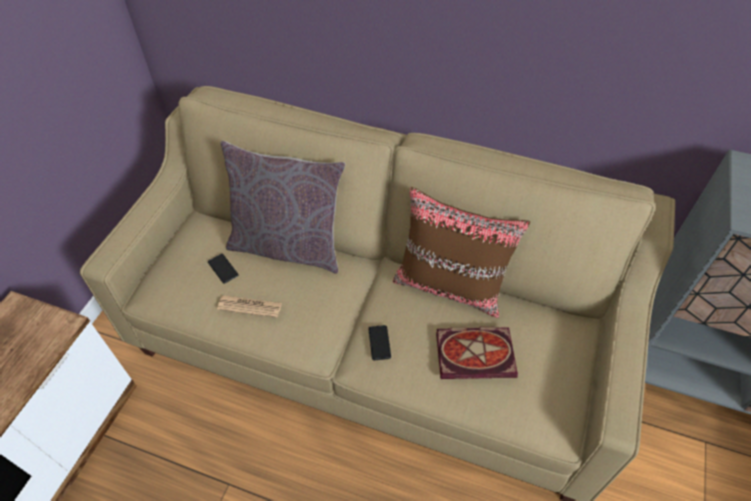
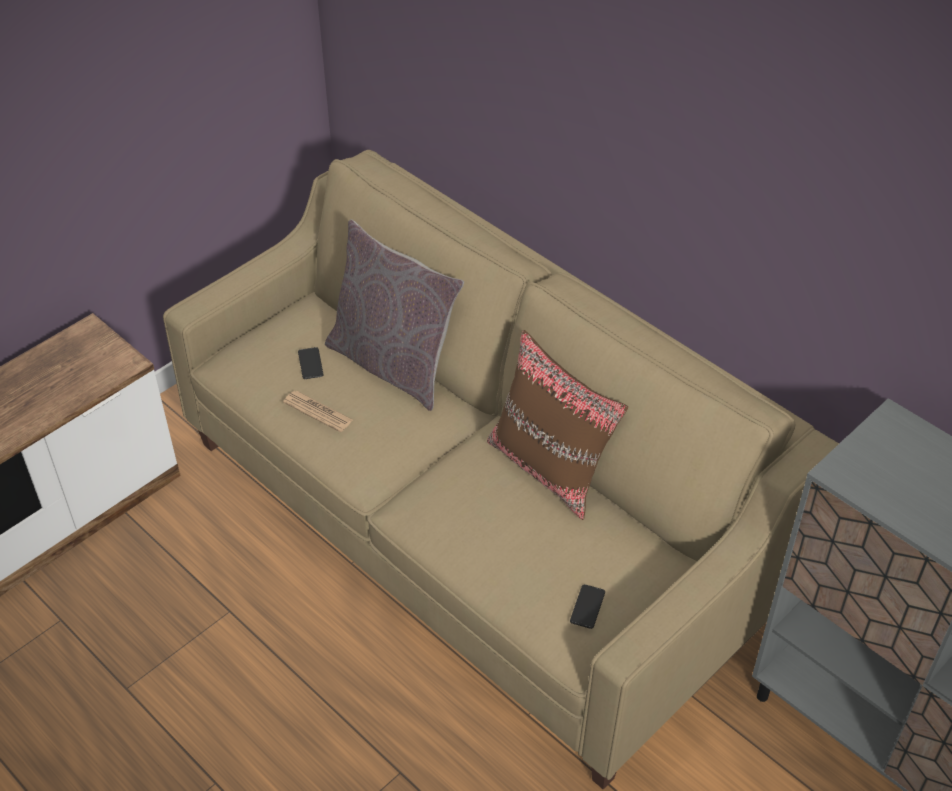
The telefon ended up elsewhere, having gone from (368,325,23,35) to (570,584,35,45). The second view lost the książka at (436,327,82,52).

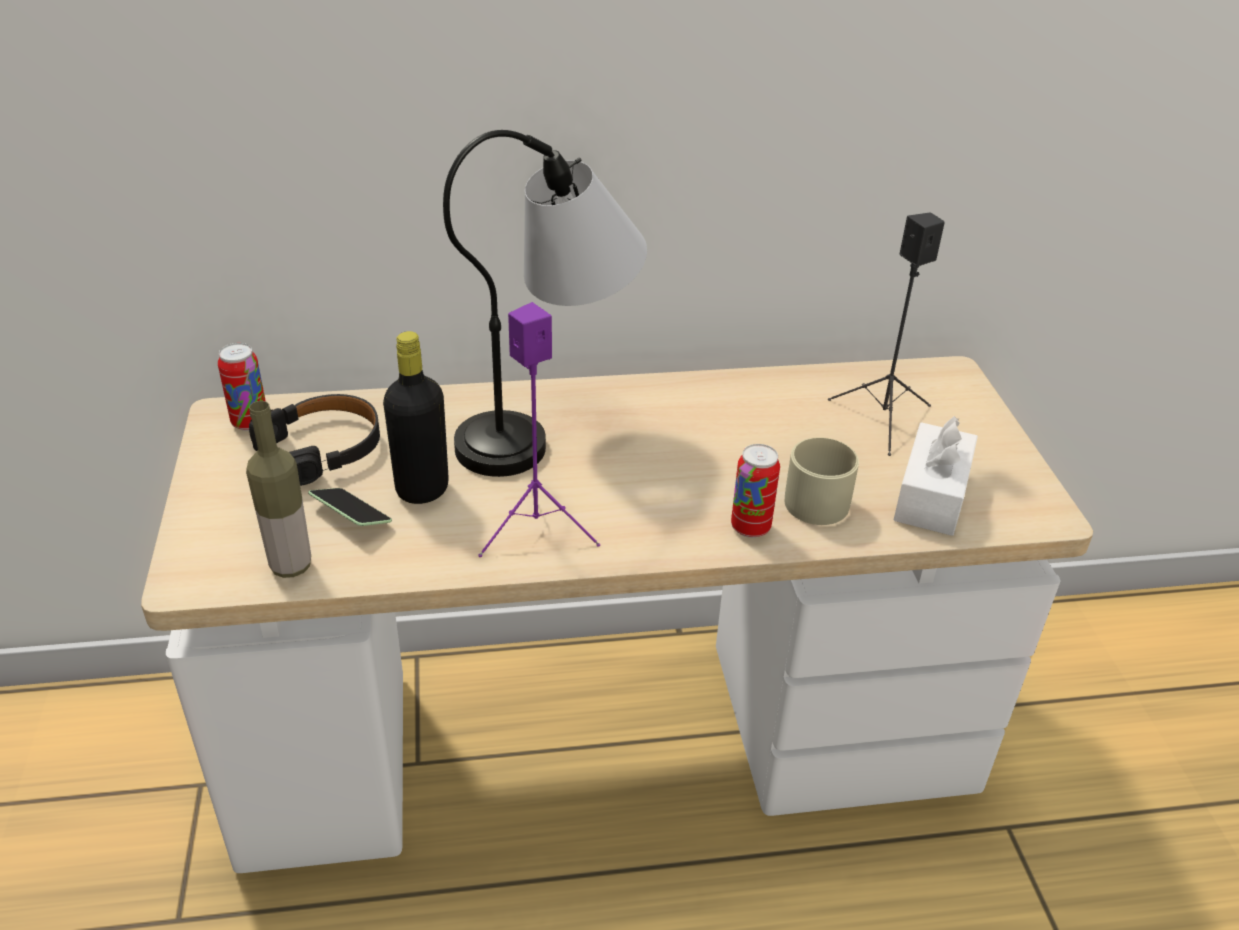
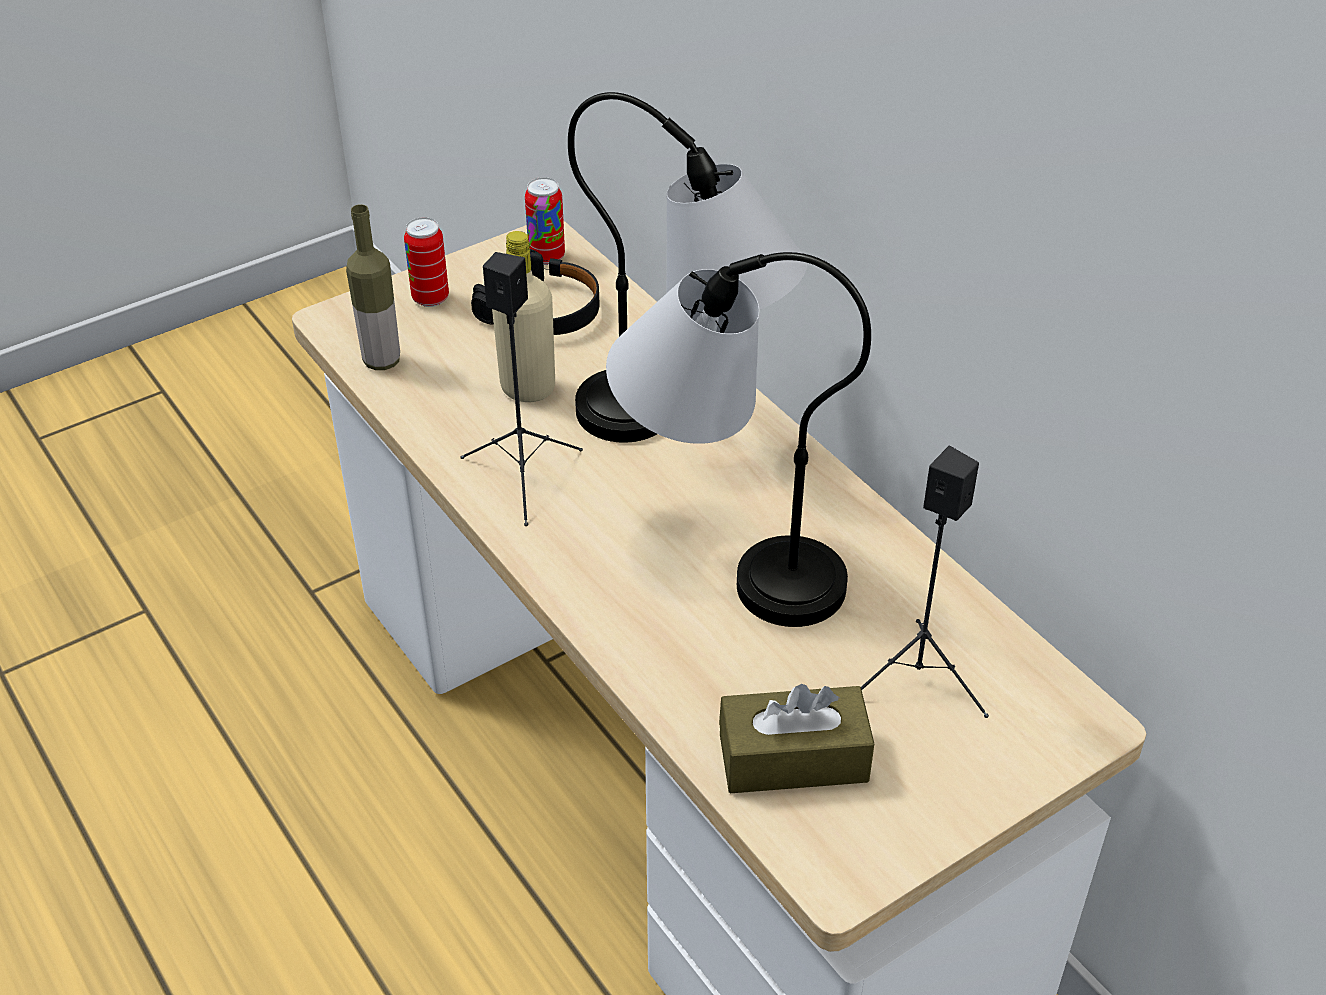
The puszka ended up elsewhere, having gone from (731,444,49,94) to (404,217,45,90). What was the głośnik/fioletowy at (478,302,122,255) turned into the głośnik/czarny at (461,252,122,274). What was the butelka/czarny at (383,331,66,173) turned into the butelka/beżowy at (492,231,63,171). The second view gained the lampa stołowa at (606,252,265,375). What was the pudełko chusteczek/biały at (894,416,84,120) turned into the pudełko chusteczek/brązowy at (719,684,155,109). The second view lost the telefon at (308,488,84,38). The second view lost the kubek/beżowy at (785,438,74,87).

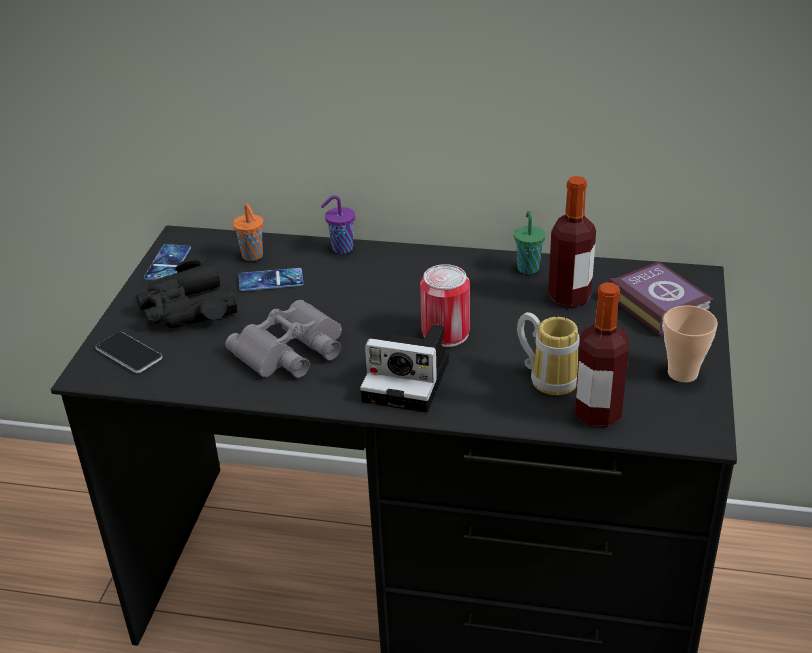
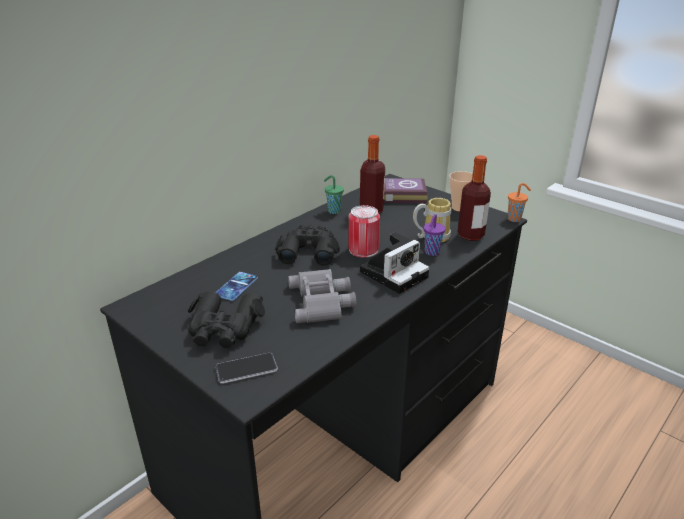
The second view gained the lornetka/czarny at (275,225,65,41). The filiżanka/fioletowy ended up elsewhere, having gone from (321,195,34,59) to (424,214,21,42). The filiżanka/pomarańczowy ended up elsewhere, having gone from (233,203,31,58) to (507,183,24,39). The second view lost the telefon at (144,244,47,36).

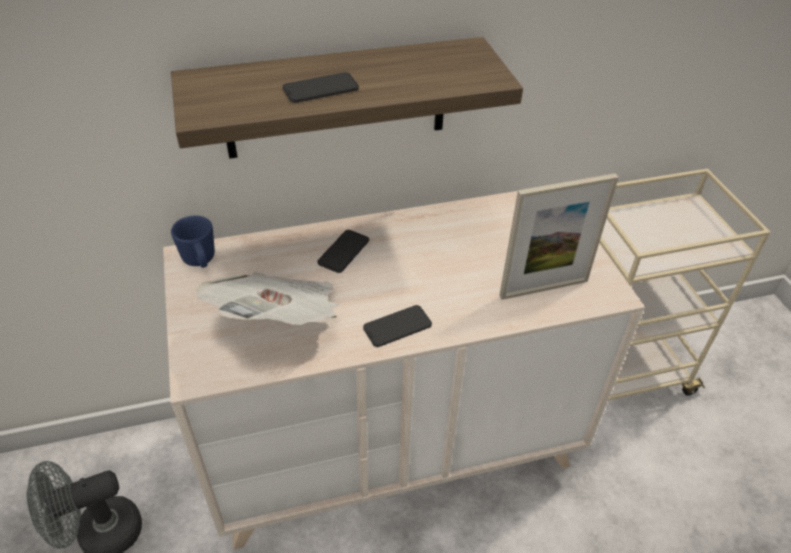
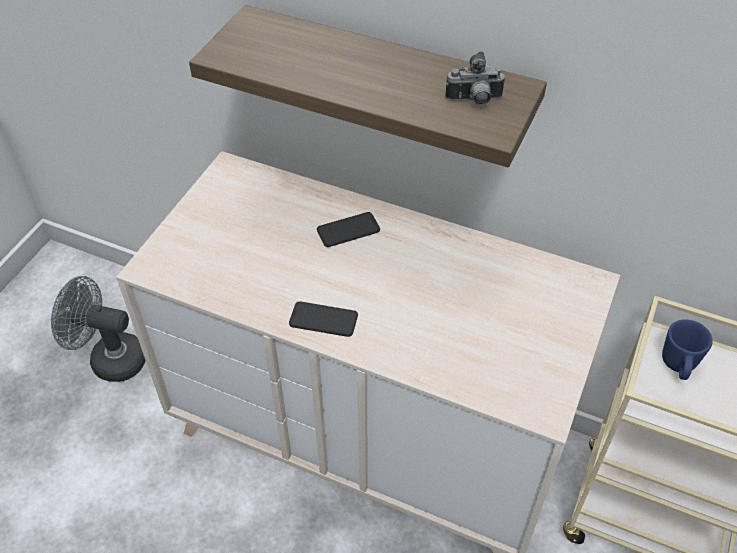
The second view gained the aparat fotograficzny at (445,51,61,54). The kubek/niebieski ended up elsewhere, having gone from (171,216,44,52) to (662,319,51,61). The second view lost the gazeta at (196,272,143,53). The second view lost the telefon at (283,72,76,31). The second view lost the ramka na zdjęcie at (499,173,120,127).

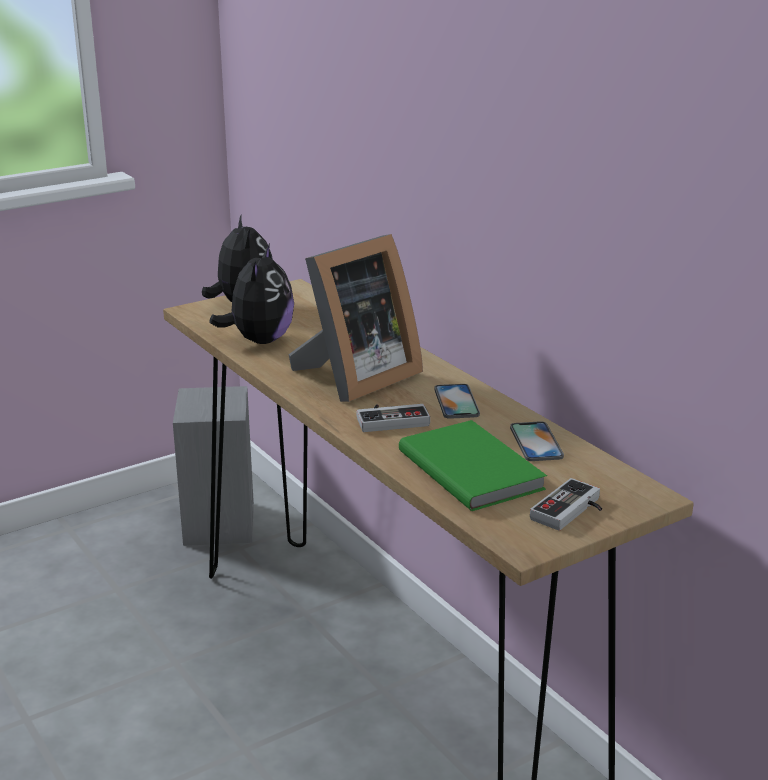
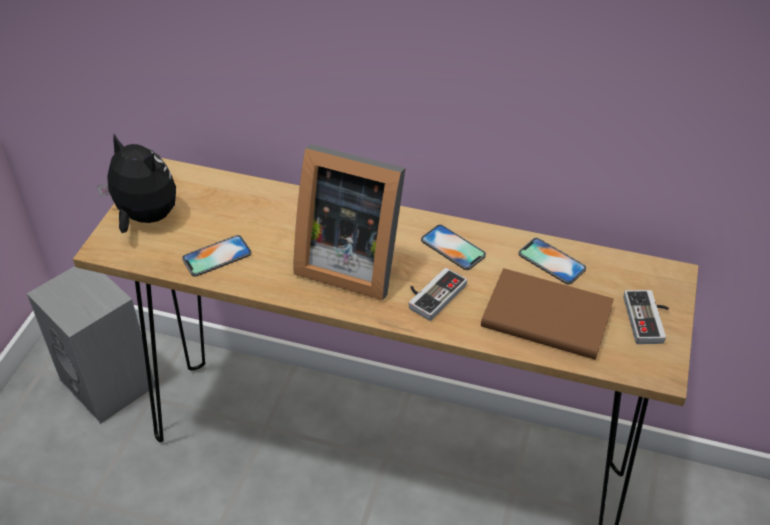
Where the pluszak stood at (209,243,85,101), the telefon came to stand at (182,235,69,42). The ramka na zdjęcie at (288,234,135,168) ended up facing another way, 105 degrees clockwise from before. What was the książka/zielony at (399,420,148,91) turned into the książka/brązowy at (481,268,133,92).

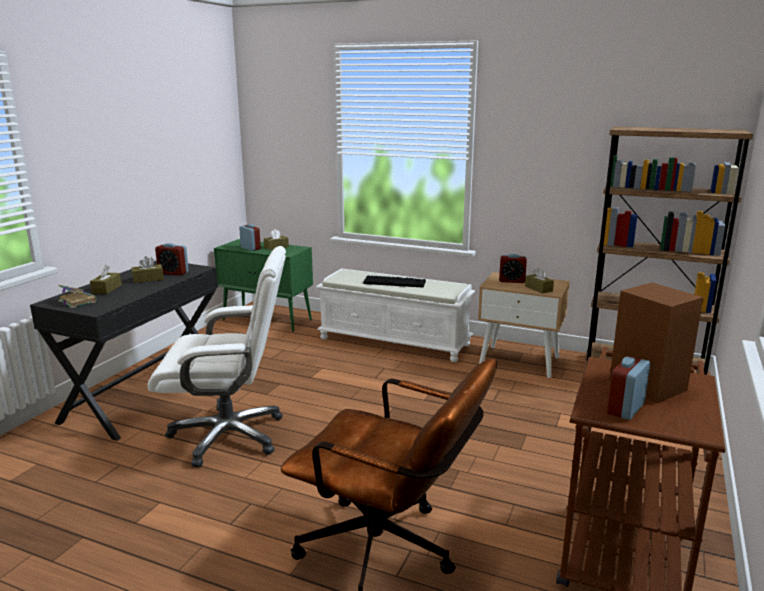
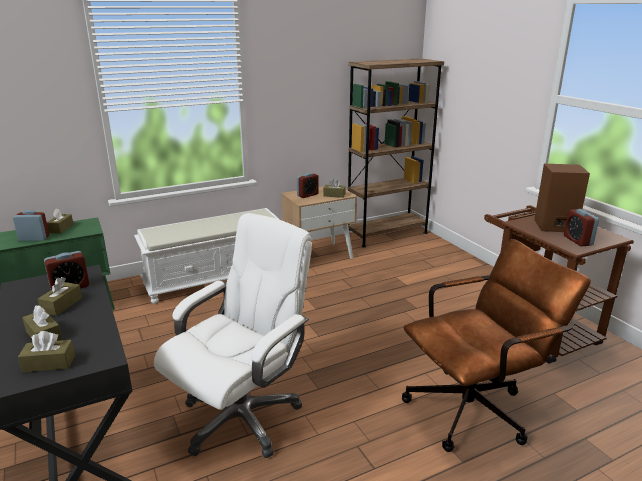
Where the książka stood at (58,285,39,23), the pudełko chusteczek/brązowy came to stand at (18,331,57,41). The second view lost the klawiatura at (363,275,63,13).

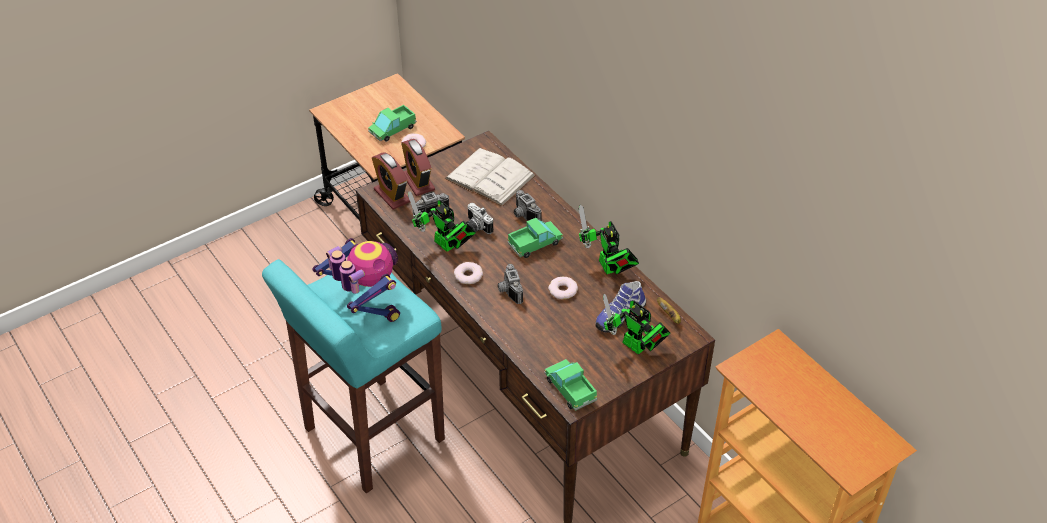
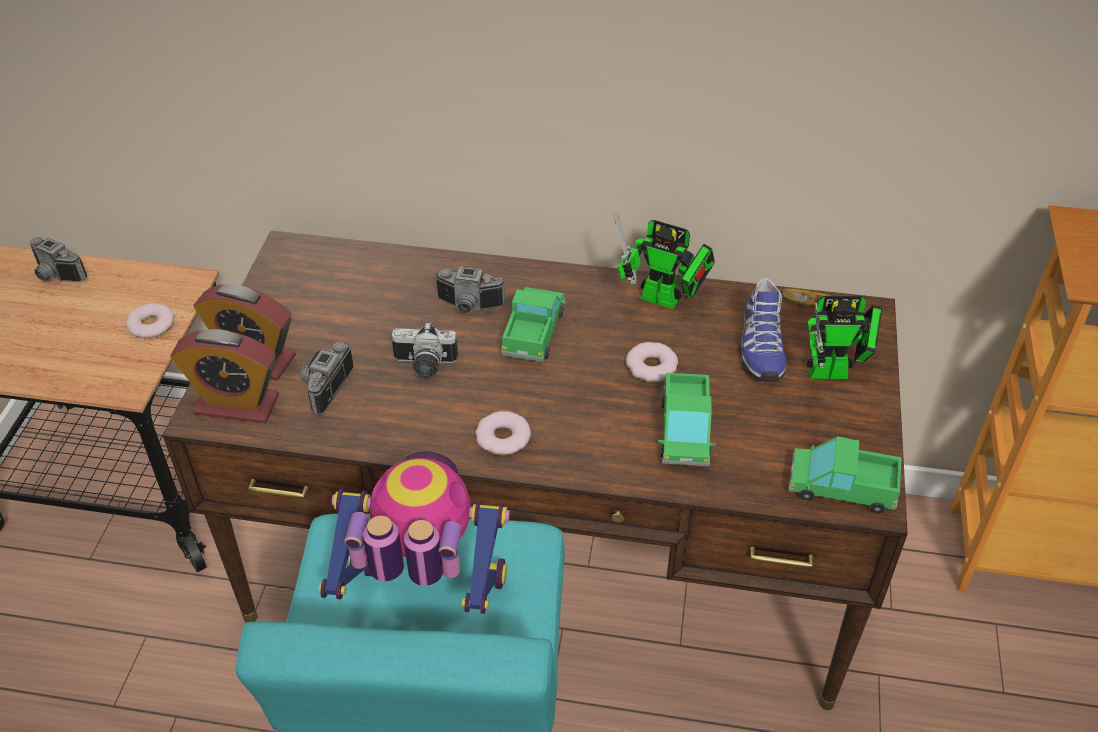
The aparat fotograficzny ended up elsewhere, having gone from (498,264,25,40) to (30,237,58,45). The ciężarówka zabawkowa ended up elsewhere, having gone from (368,105,49,37) to (658,373,58,93). The second view lost the robot zabawkowy at (408,191,68,61). The second view lost the książka/biały at (445,148,91,59).

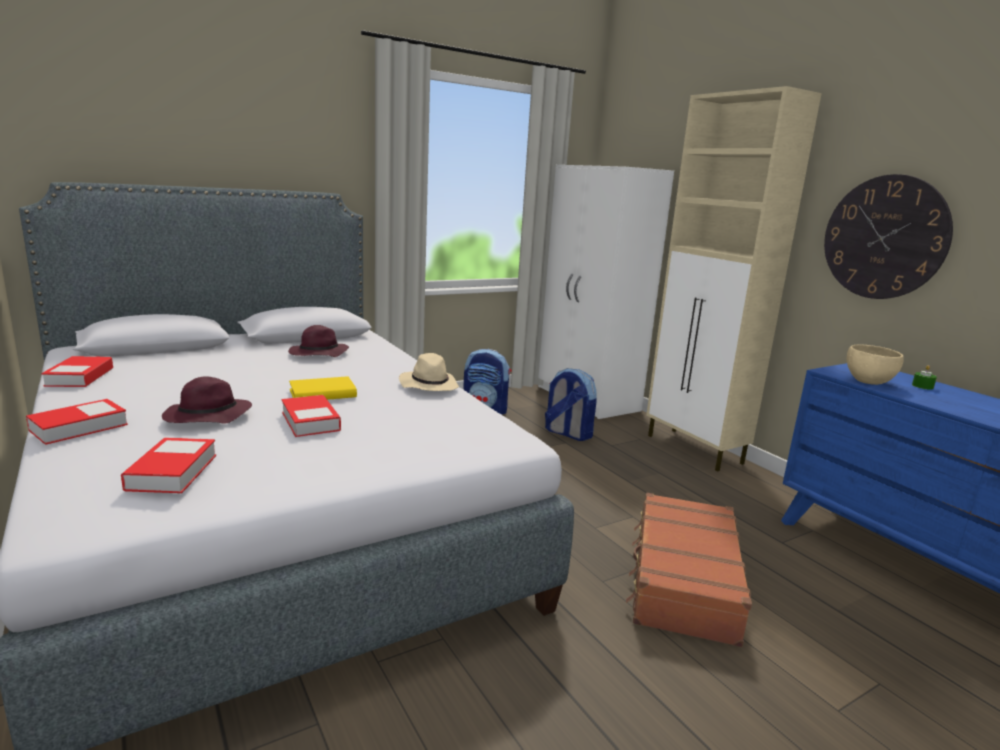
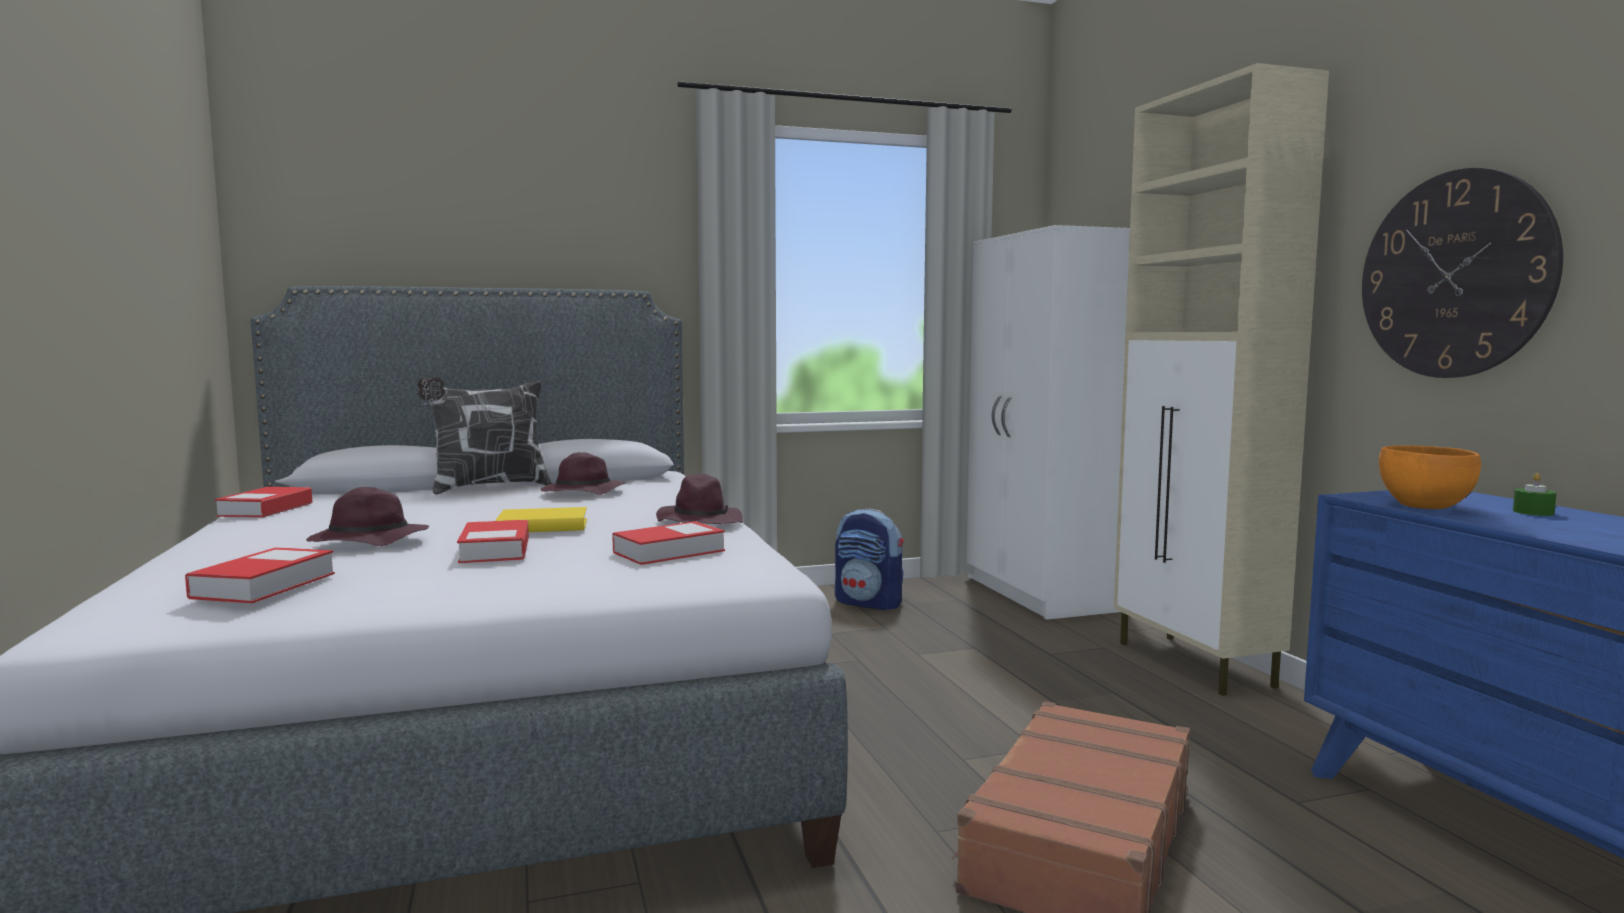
The second view gained the poduszka at (417,377,135,118). The książka ended up elsewhere, having gone from (26,399,102,46) to (612,521,113,44). What was the kapelusz/beżowy at (399,353,60,38) turned into the kapelusz/fioletowy at (656,474,87,50). What was the miska/beżowy at (847,344,57,41) turned into the miska/pomarańczowy at (1379,445,102,64). The second view lost the plecak at (545,368,52,73).

